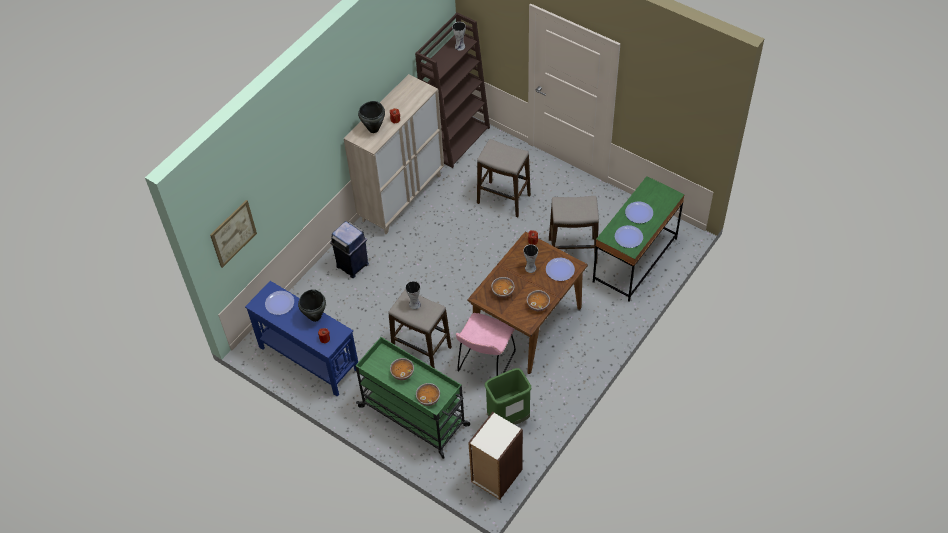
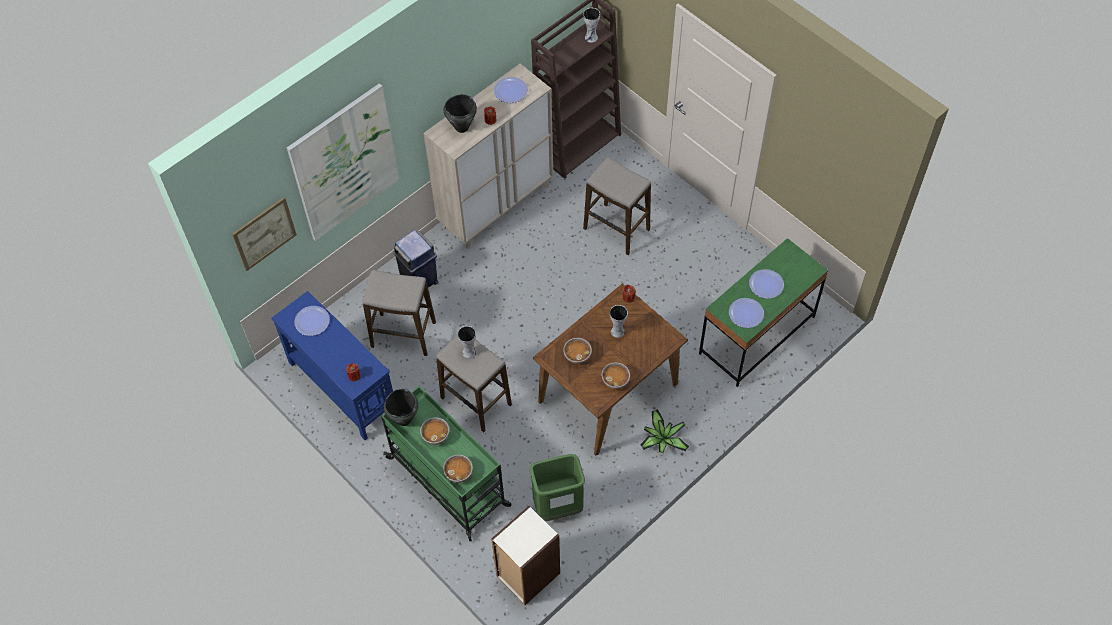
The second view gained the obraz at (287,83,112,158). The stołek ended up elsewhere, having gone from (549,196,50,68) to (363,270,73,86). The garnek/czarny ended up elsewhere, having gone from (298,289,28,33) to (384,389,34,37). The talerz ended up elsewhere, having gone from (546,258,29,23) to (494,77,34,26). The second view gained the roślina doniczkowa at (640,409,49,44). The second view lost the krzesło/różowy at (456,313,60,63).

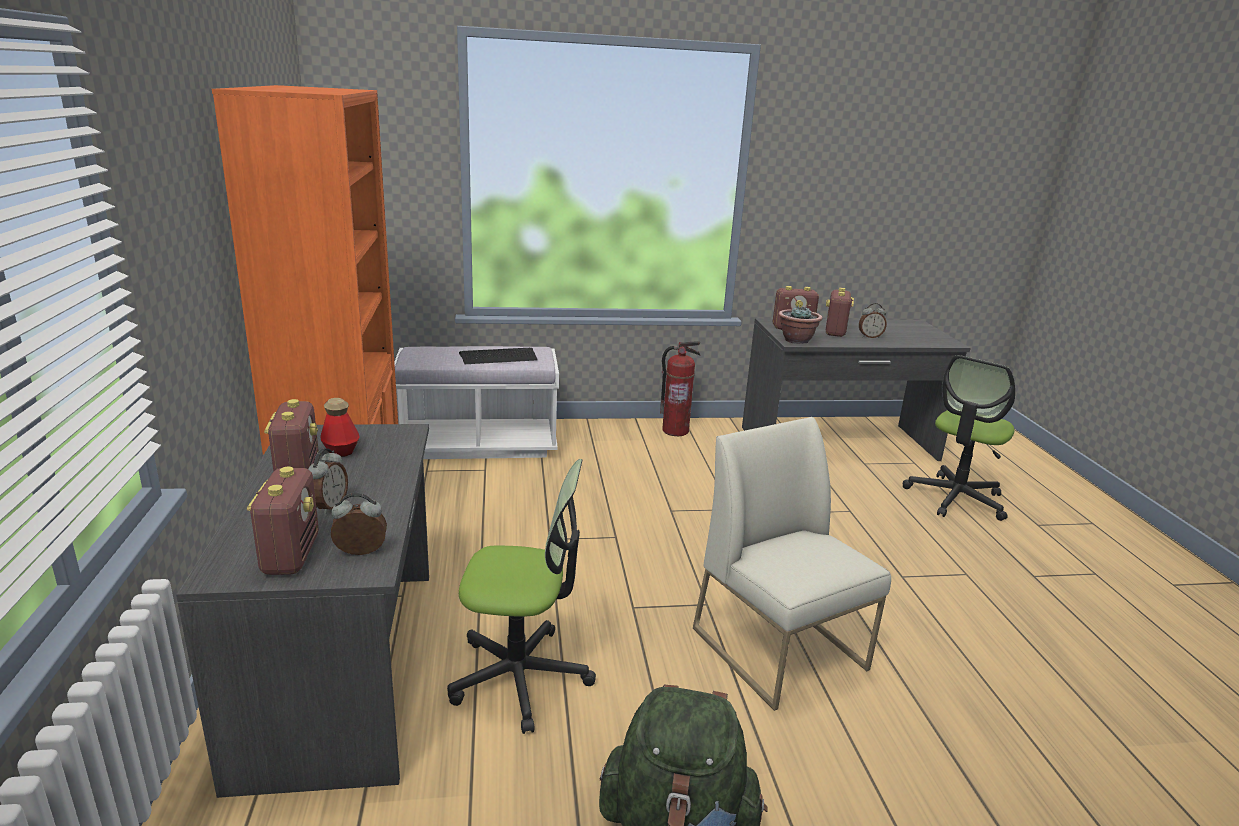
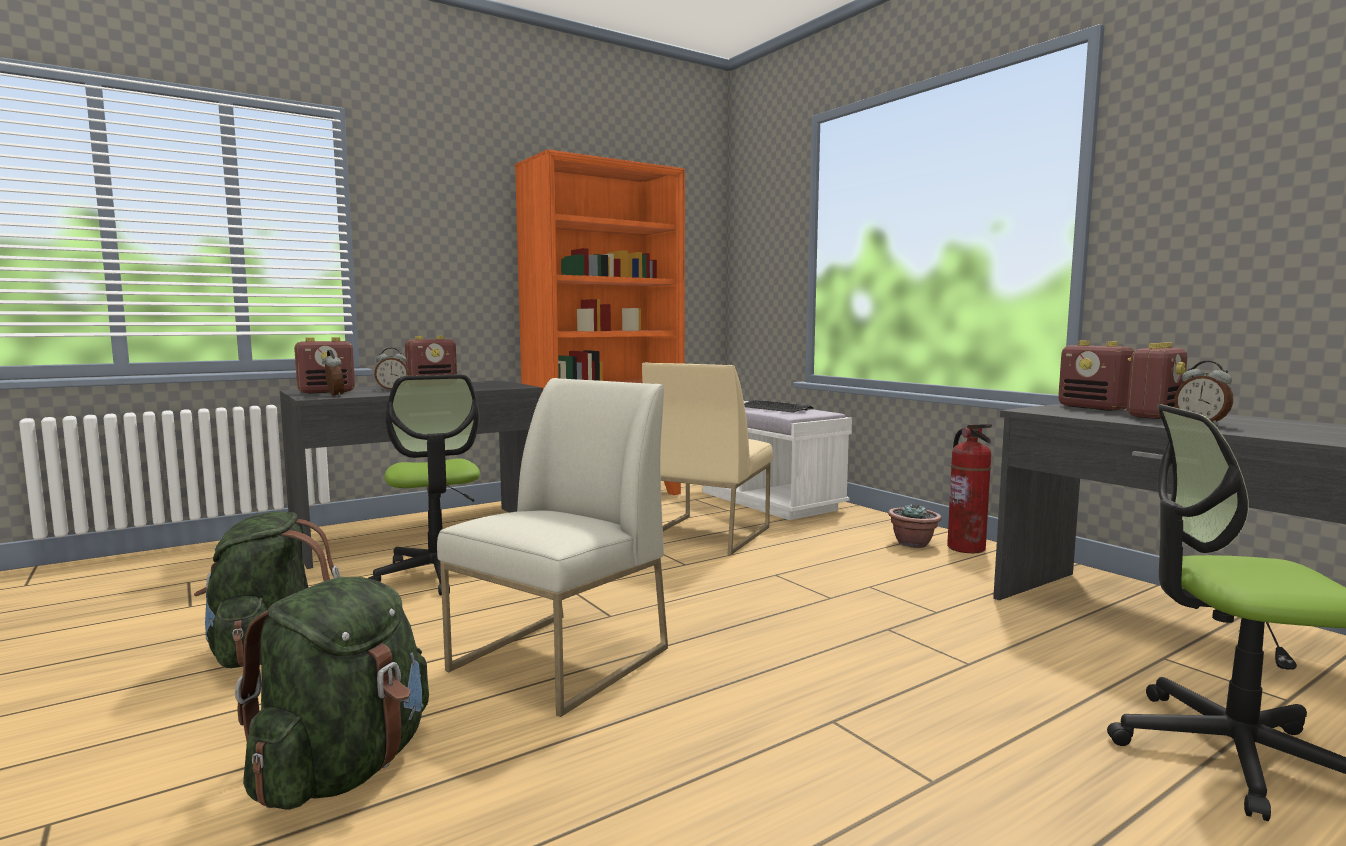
The second view gained the plecak/zielony at (235,577,194,233). The second view gained the krzesło/beżowy at (642,362,131,193). The roślina doniczkowa ended up elsewhere, having gone from (778,305,45,39) to (888,504,54,44). The radio at (826,288,28,49) ended up facing another way, 150 degrees clockwise from before. The second view lost the butelka at (320,398,40,59).

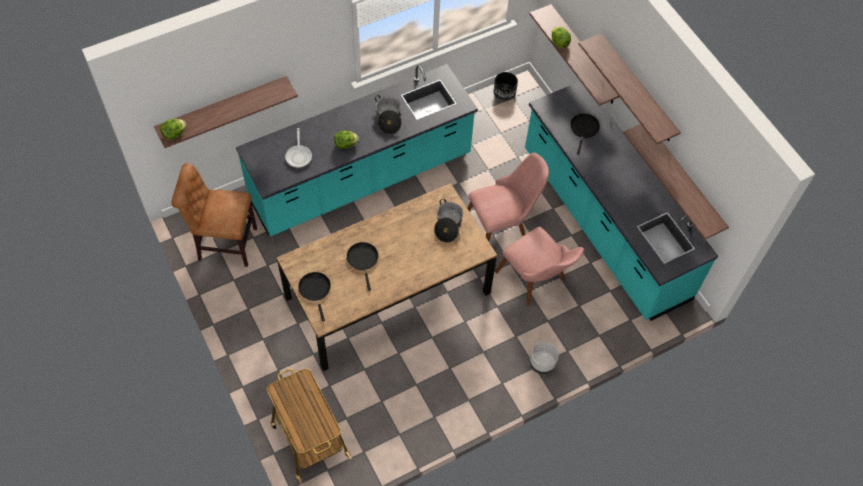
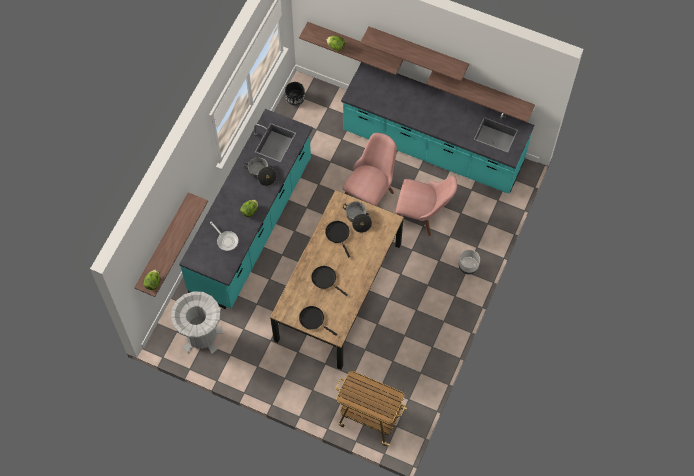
Where the krzesło/brązowy stood at (171,163,86,104), the kosz na śmieci/szary came to stand at (171,291,52,63). The patelnia/czarny ended up elsewhere, having gone from (570,113,30,42) to (325,221,25,37).

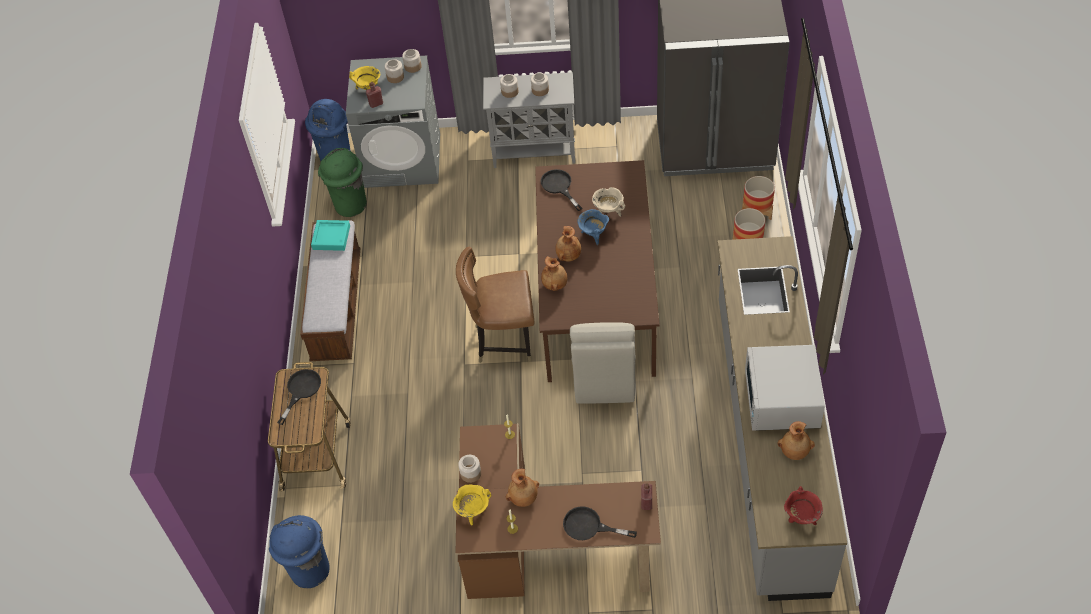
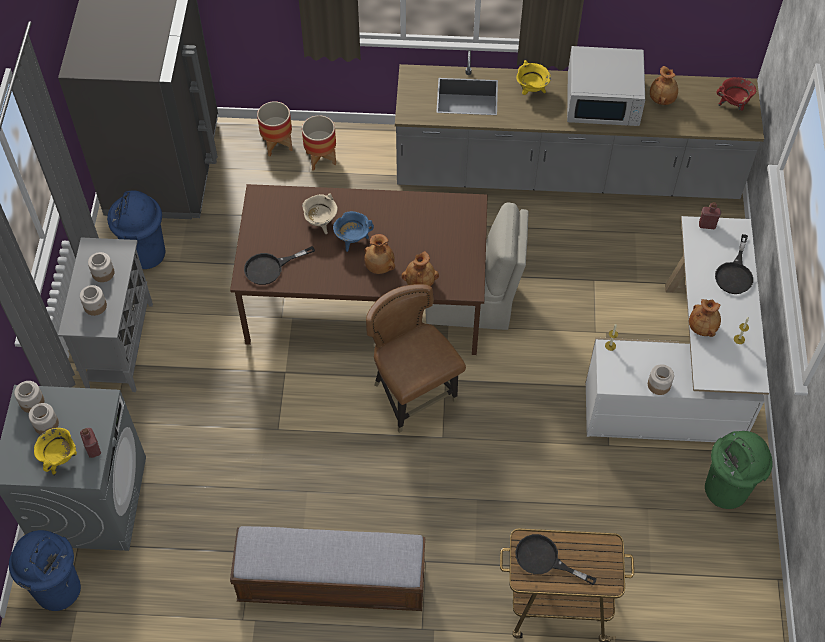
The kosz na śmieci/niebieski ended up elsewhere, having gone from (269,515,61,73) to (107,190,58,79). The krzesło/brązowy at (456,247,78,116) ended up facing another way, 150 degrees clockwise from before. The garnek/żółty ended up elsewhere, having gone from (453,485,38,40) to (516,60,35,35). What was the biurko/brązowy at (455,423,206,176) turned into the biurko/biały at (585,216,185,226). The kosz na śmieci/zielony ended up elsewhere, having gone from (318,148,49,69) to (705,431,68,78). The second view lost the taca/turkusowy at (311,220,39,31).

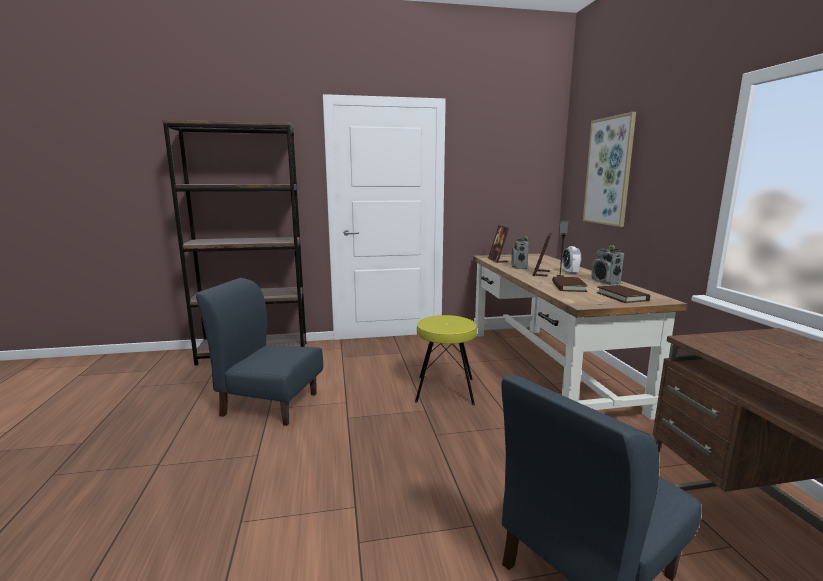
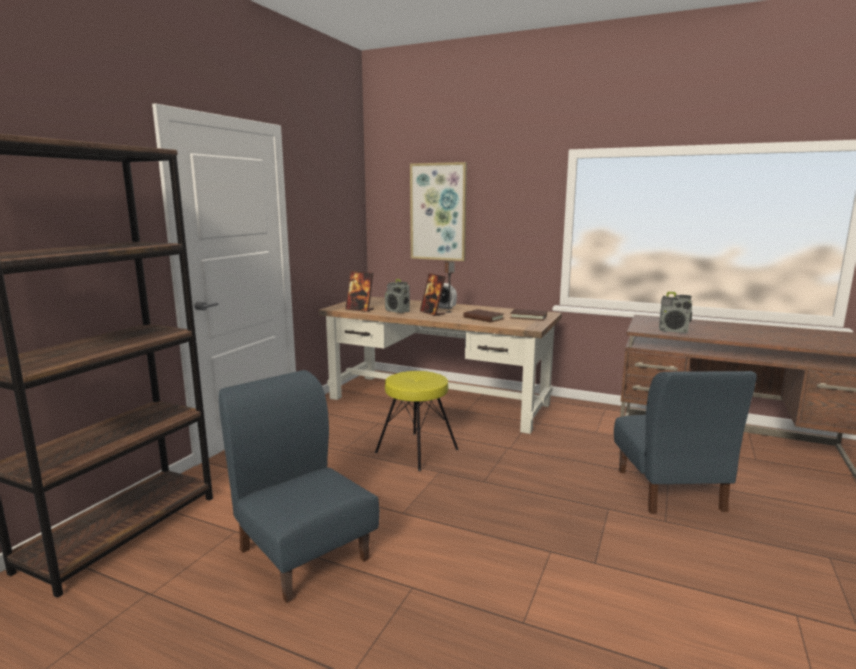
The krzesło/niebieski at (196,278,127,148) ended up facing another way, 90 degrees clockwise from before. The radio ended up elsewhere, having gone from (591,245,33,40) to (659,292,33,41).

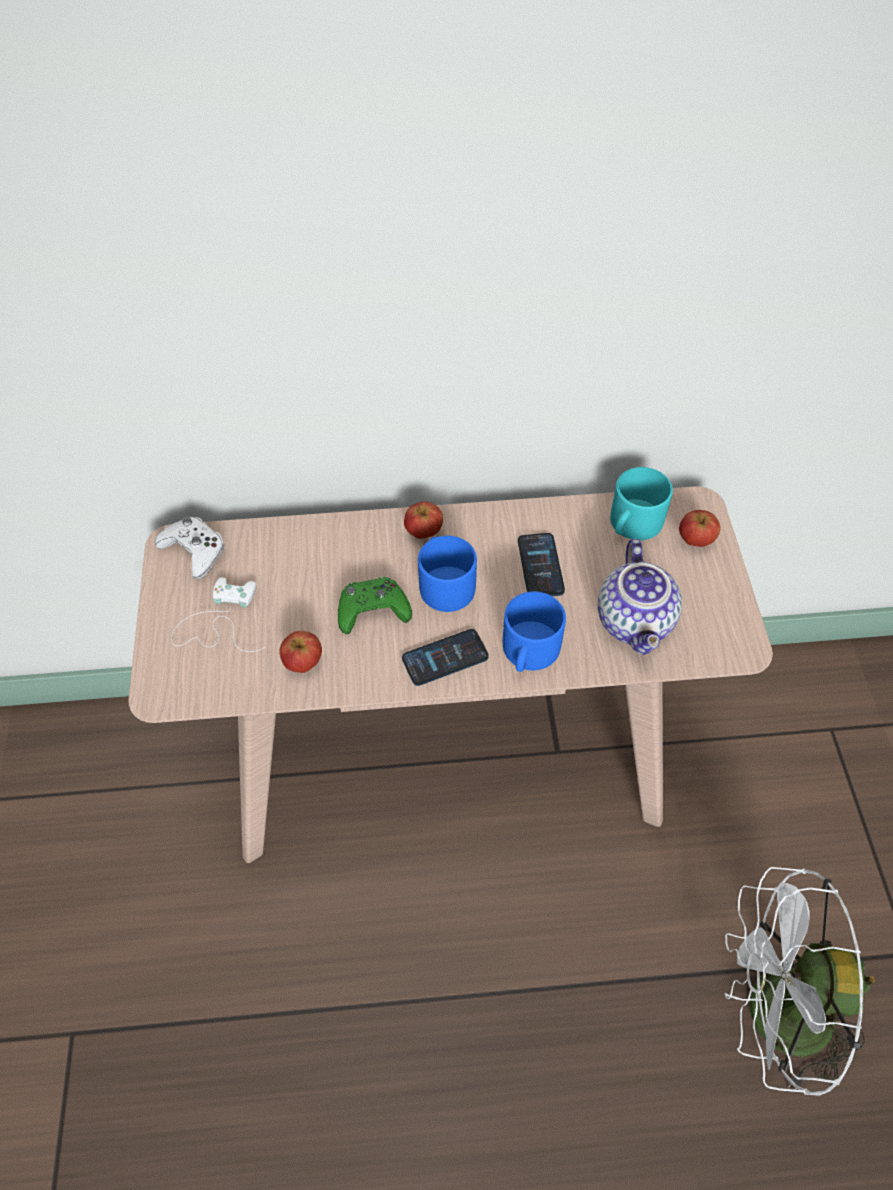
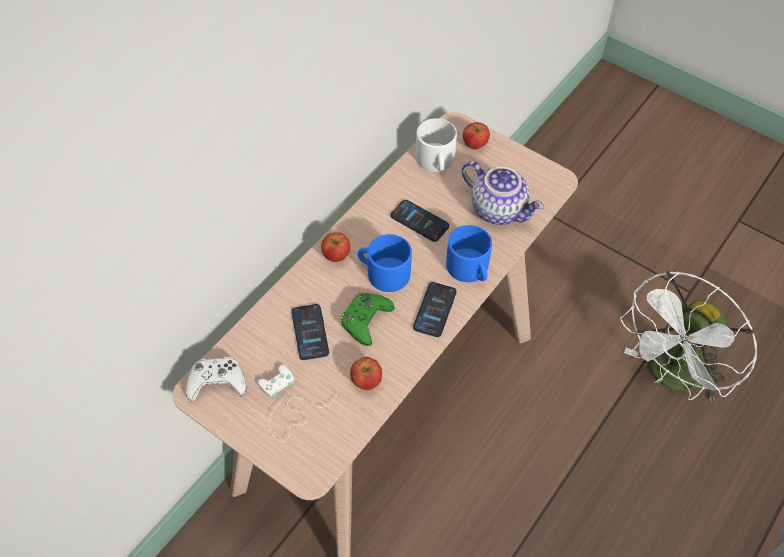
The second view gained the telefon at (292,304,37,56). What was the kubek/turkusowy at (610,467,63,73) turned into the kubek/biały at (416,118,41,54).

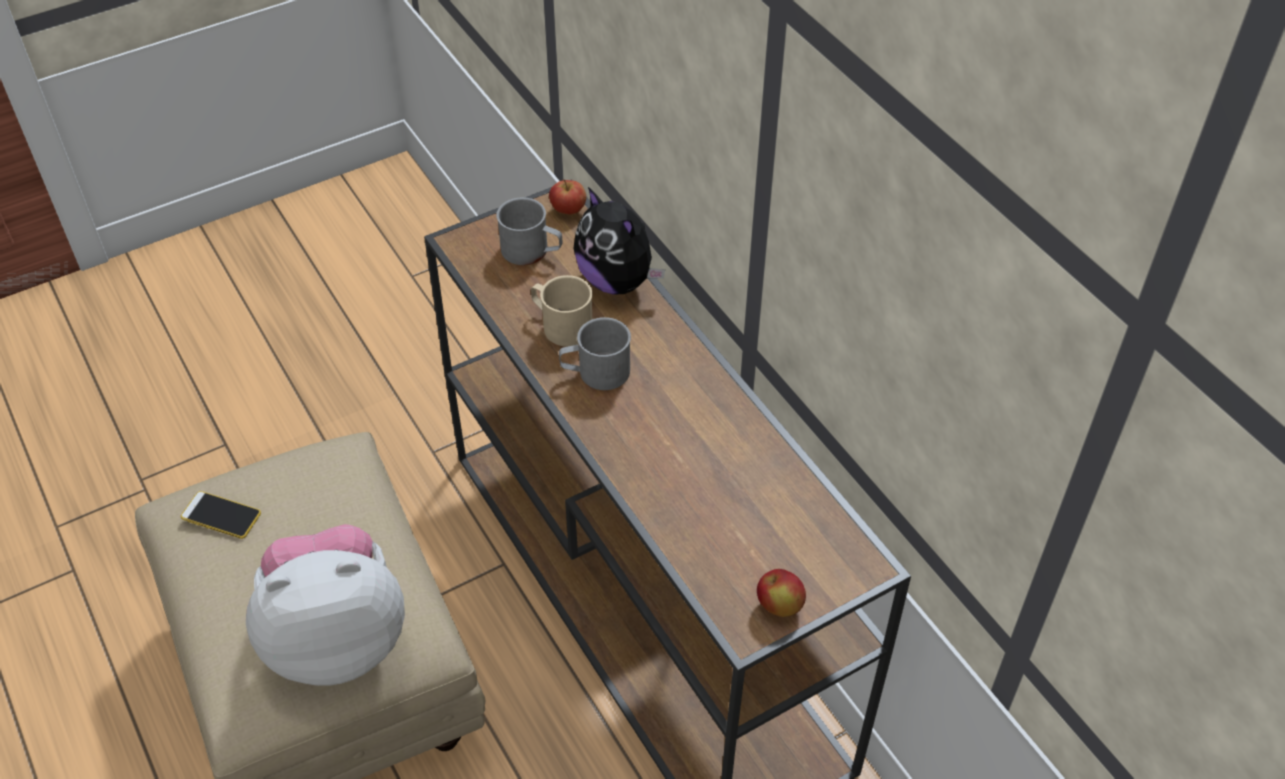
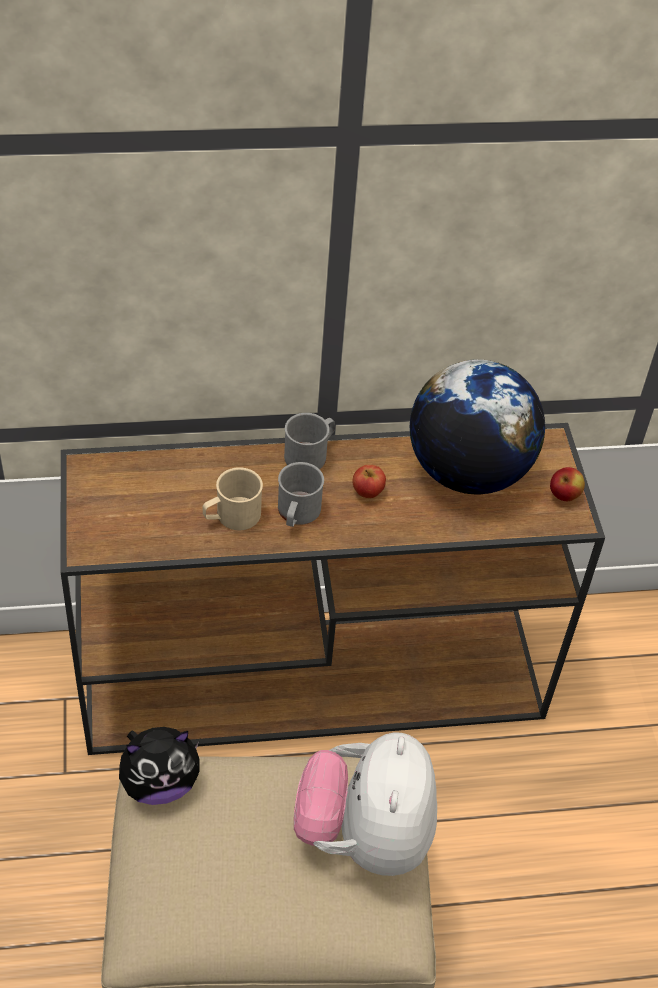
The pluszak ended up elsewhere, having gone from (573,187,92,107) to (119,727,81,78). The kubek/szary ended up elsewhere, having gone from (496,197,67,68) to (284,413,51,56). The jabłko ended up elsewhere, having gone from (549,179,37,35) to (352,465,34,33). The second view gained the globus at (410,359,135,135). The second view lost the telefon at (181,491,80,48).

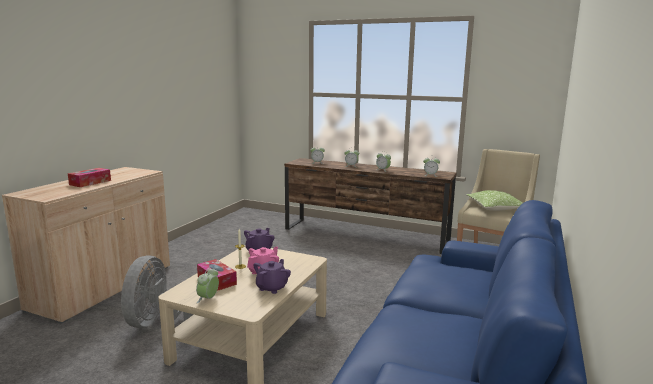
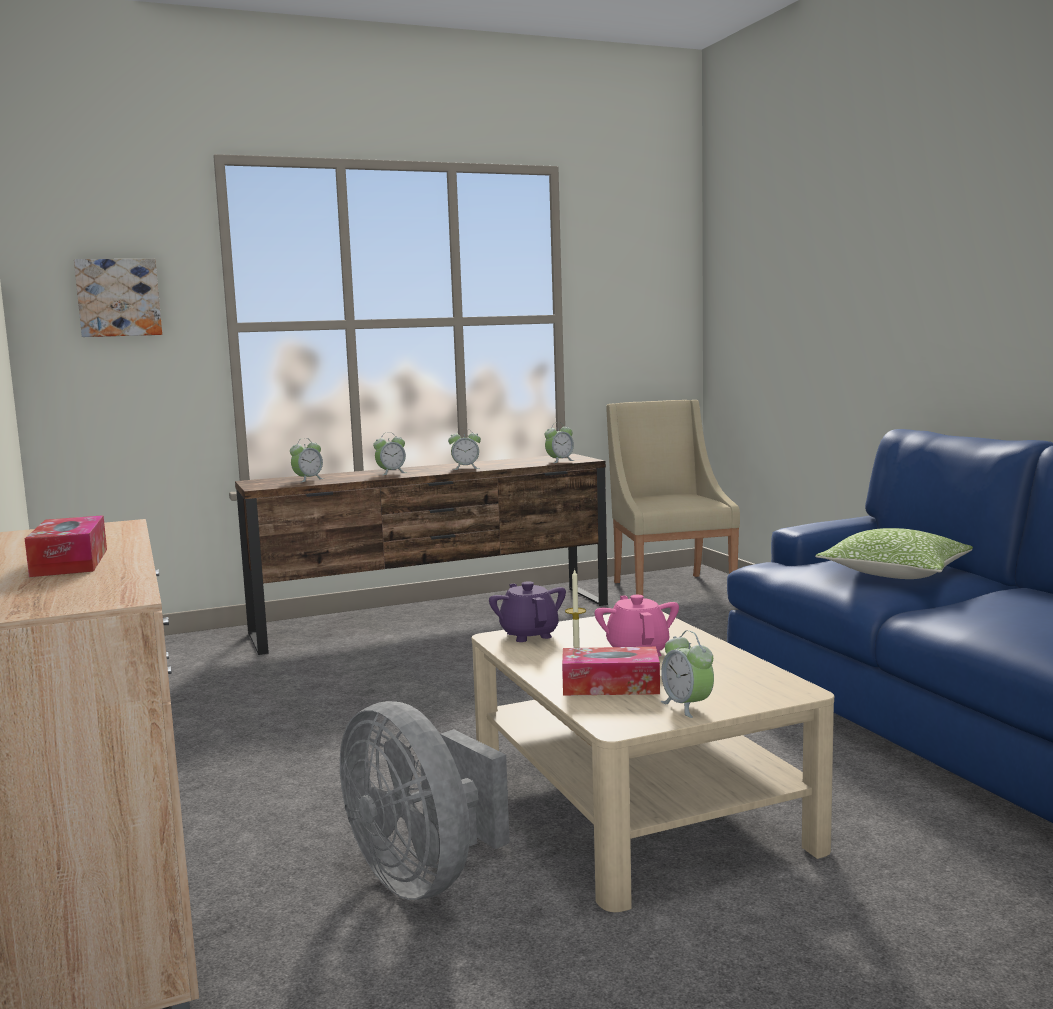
The second view gained the obraz at (74,259,88,78). The poduszka ended up elsewhere, having gone from (466,190,57,21) to (815,528,158,51). The second view lost the imbryk/fioletowy at (254,259,37,35).

